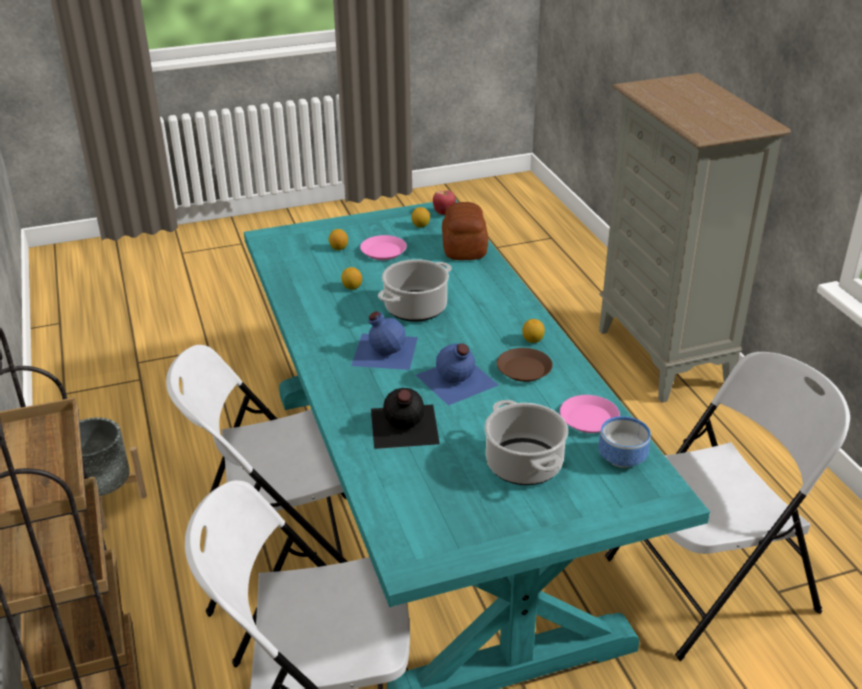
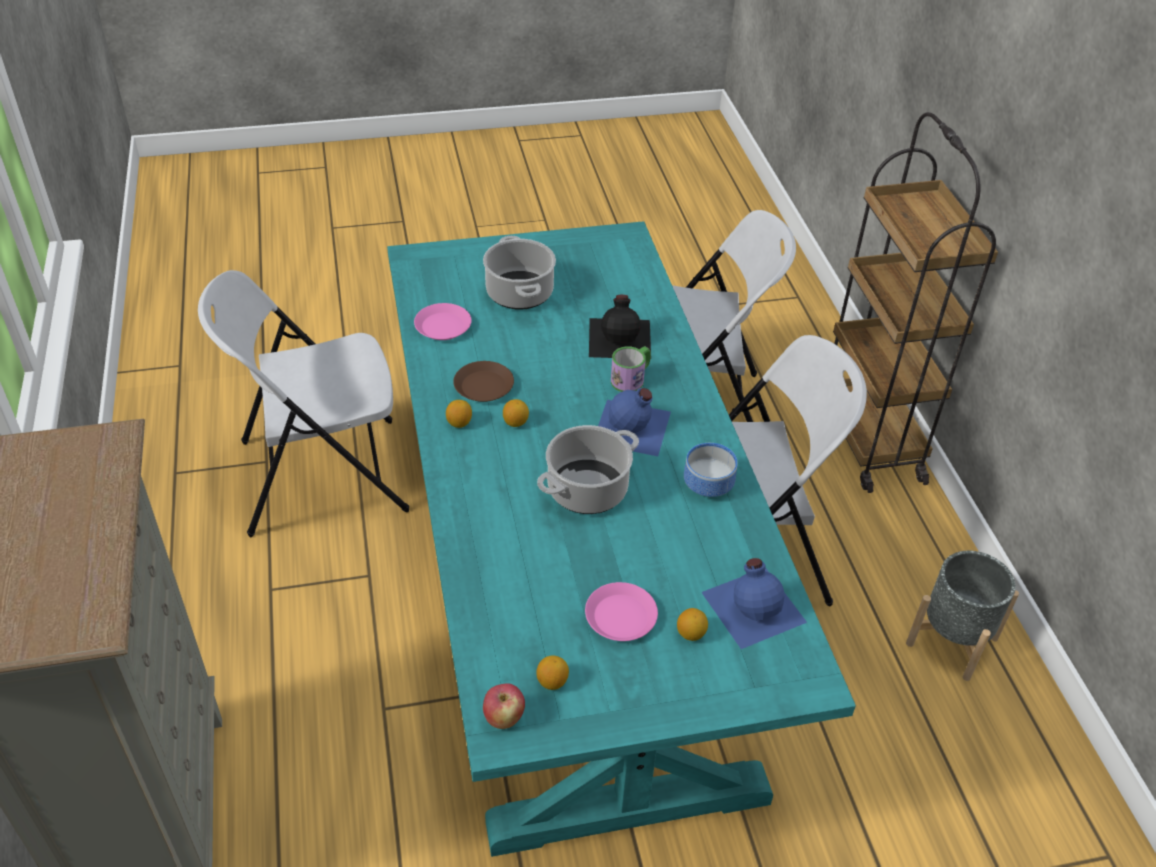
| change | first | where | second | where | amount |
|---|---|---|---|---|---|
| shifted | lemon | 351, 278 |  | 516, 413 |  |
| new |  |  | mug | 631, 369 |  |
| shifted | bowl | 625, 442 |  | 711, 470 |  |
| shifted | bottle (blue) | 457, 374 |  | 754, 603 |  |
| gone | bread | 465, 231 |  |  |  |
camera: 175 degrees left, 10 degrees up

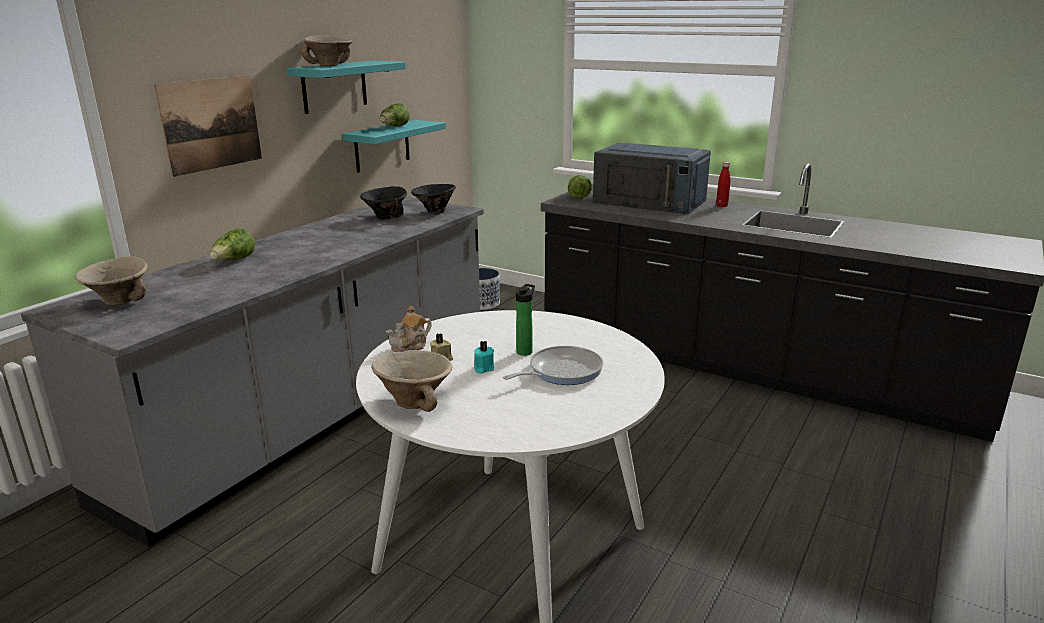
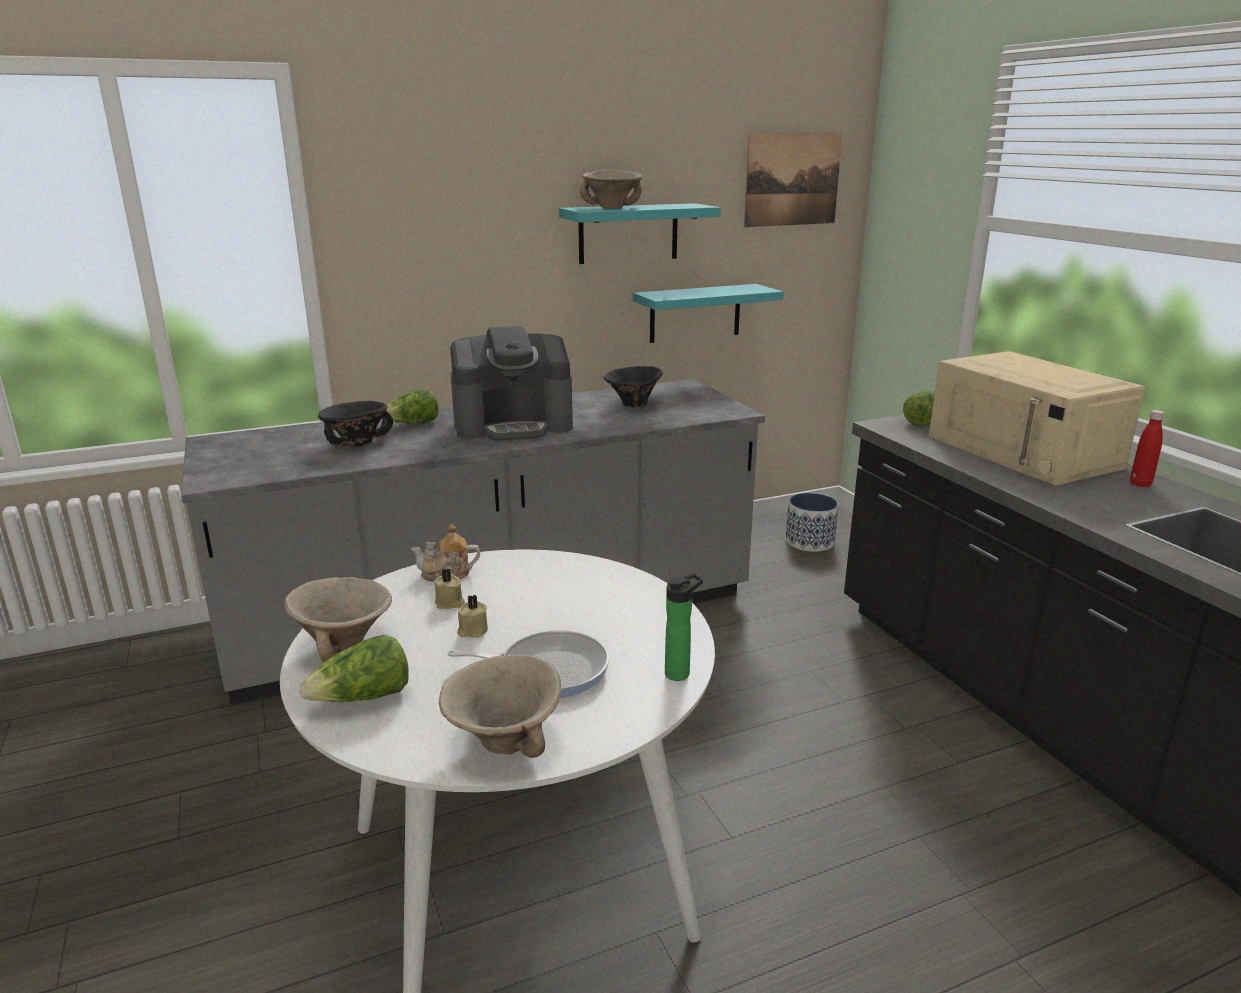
| change | first | where | second | where | amount |
|---|---|---|---|---|---|
| shifted | lettuce | 395, 114 |  | 354, 668 |  |
| shifted | bowl (black) | 433, 199 |  | 355, 424 |  |
| shifted | bowl (beige) | 111, 280 |  | 500, 706 |  |
| new |  |  | coffee machine | 511, 383 |  |
| repainted | candle (turquoise) | 484, 357 | candle (beige) | 472, 616 |  |
| shifted | bottle | 525, 320 |  | 684, 627 |  |
| shifted | picture | 208, 126 |  | 793, 180 |  |
| repainted | microwave (blue) | 652, 178 | microwave (beige) | 1037, 418 |  |
camera: 35 degrees right, 0 degrees up

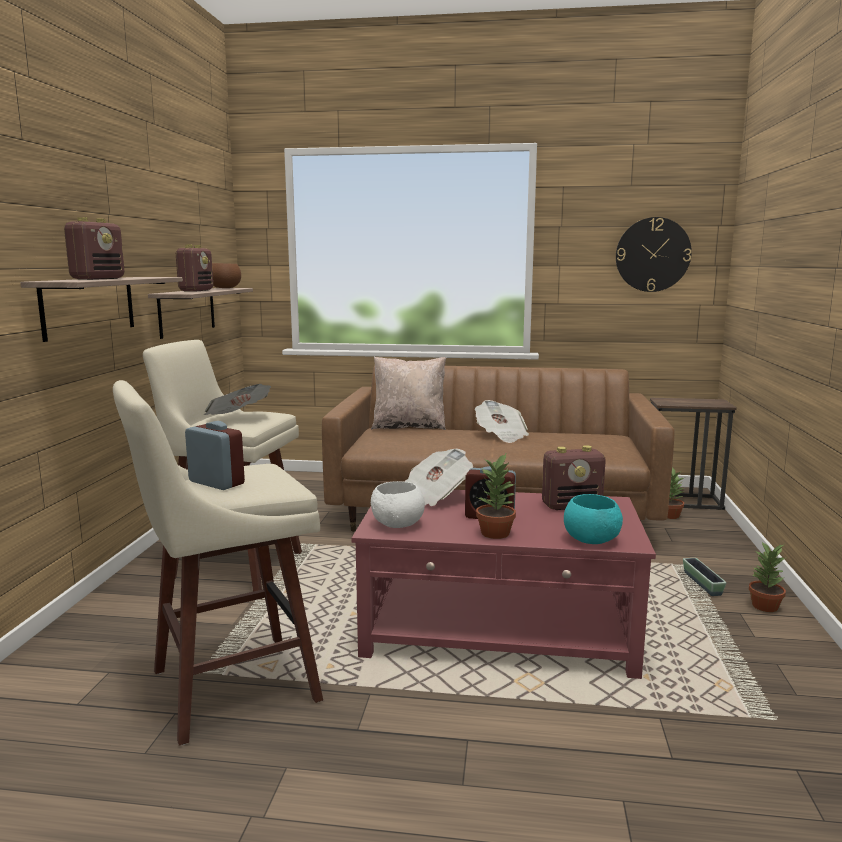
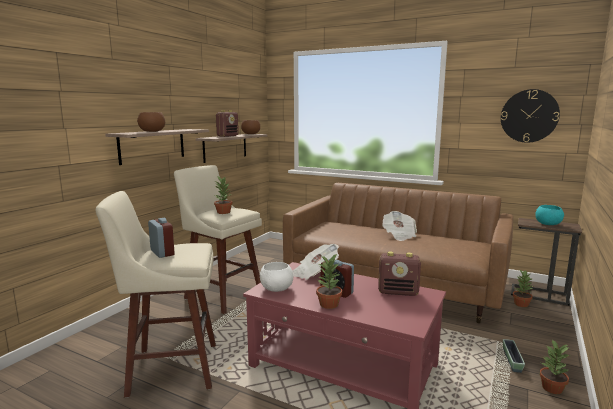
| change | first | where | second | where | amount |
|---|---|---|---|---|---|
| swapped | radio | 94, 248 | bowl (brown) | 151, 122 |  |
| swapped | newspaper | 237, 399 | potted plant | 223, 195 |  |
| shifted | bowl (turquoise) | 593, 519 |  | 549, 215 |  |
| gone | pillow (beige) | 408, 393 |  |  |  |
camera: 20 degrees right, 0 degrees up

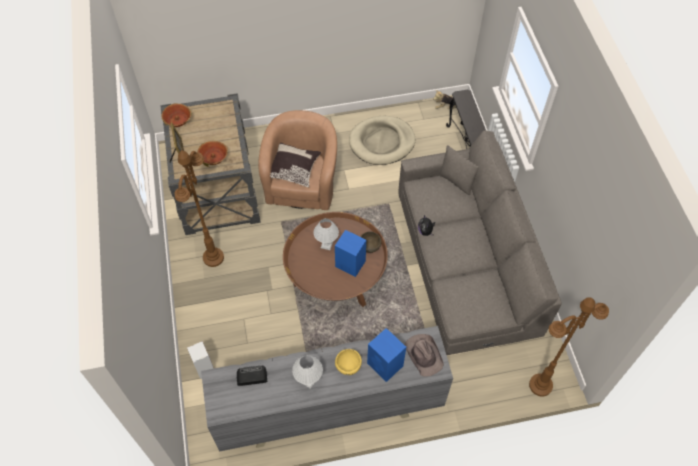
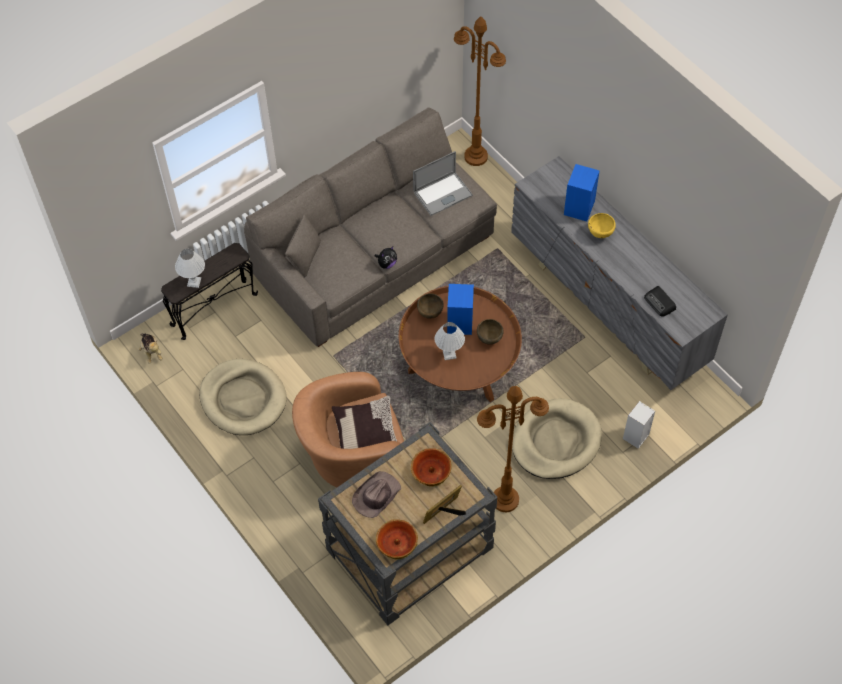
| change | first | where | second | where | amount |
|---|---|---|---|---|---|
| shifted | table lamp (white) | 307, 372 |  | 190, 268 |  |
| shifted | hat (brown) | 424, 355 |  | 376, 494 |  |
| new |  |  | laptop | 443, 183 |  |
| new |  |  | bowl (brown) | 490, 332 |  |
| new |  |  | dog bed (beige) | 557, 438 |  |
camera: 115 degrees left, 0 degrees up

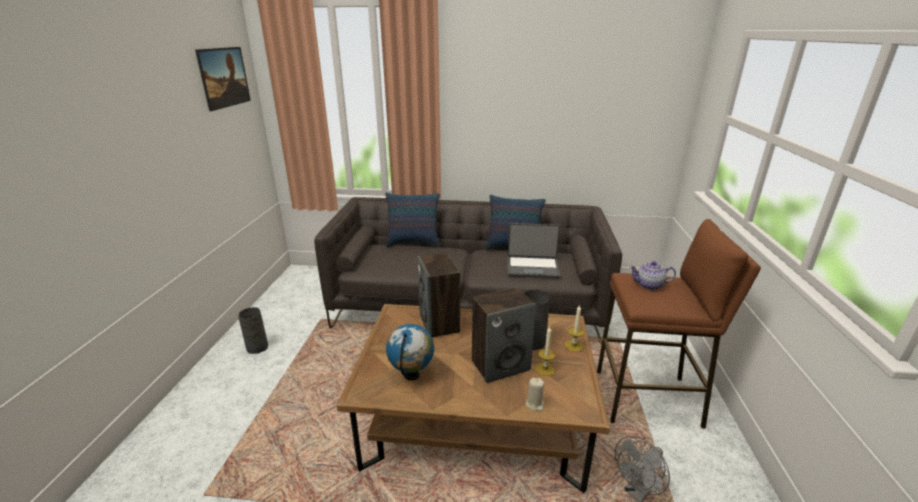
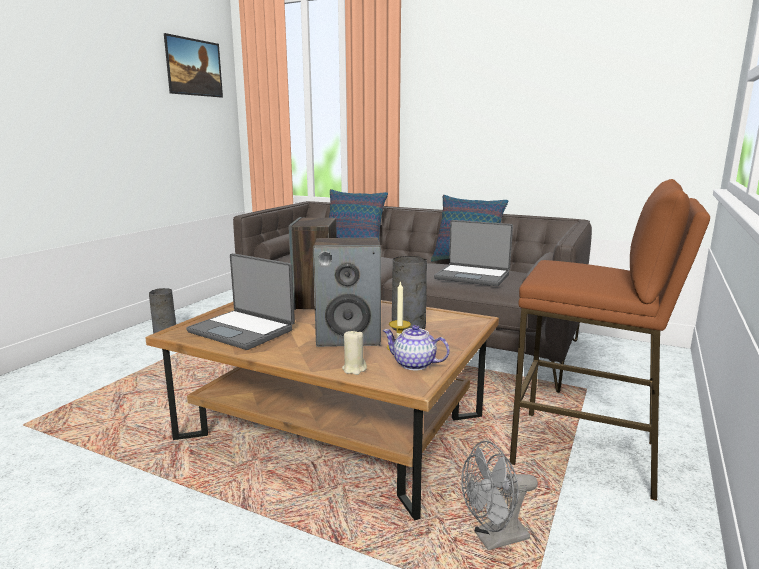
| change | first | where | second | where | amount |
|---|---|---|---|---|---|
| swapped | globe | 410, 352 | laptop | 240, 301 |  |
| shifted | teapot | 652, 275 |  | 416, 347 |  |
| gone | candle | 574, 328 |  |  |  |
camera: 20 degrees right, 10 degrees down

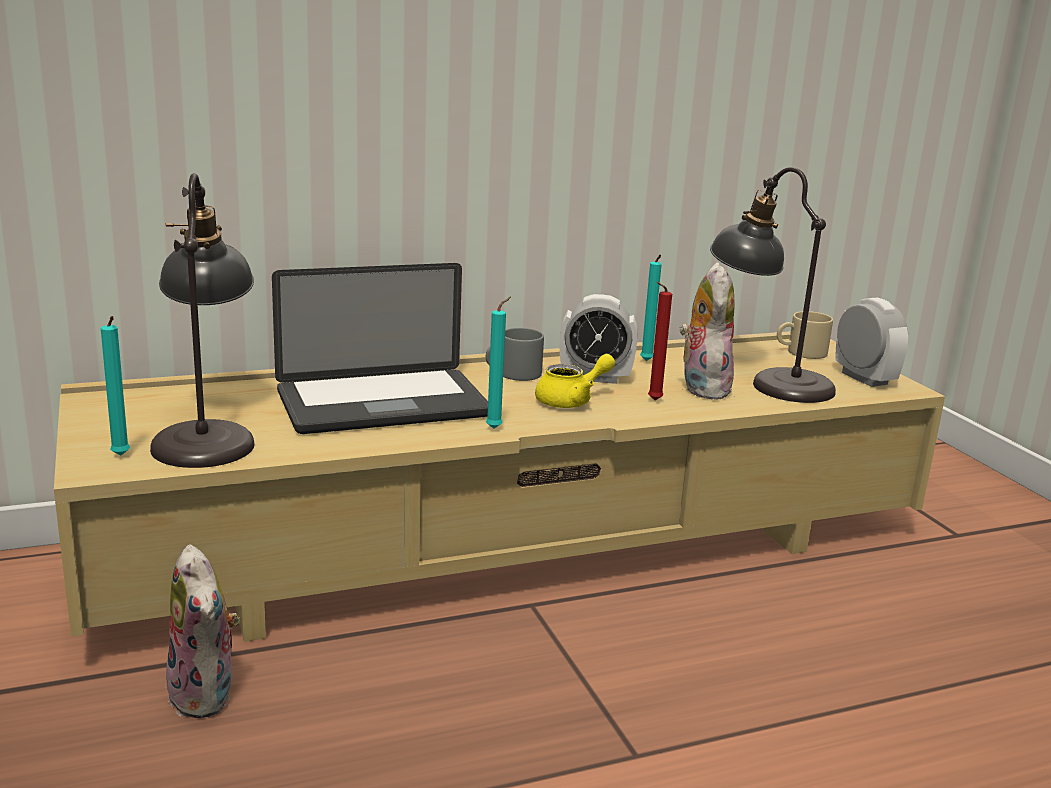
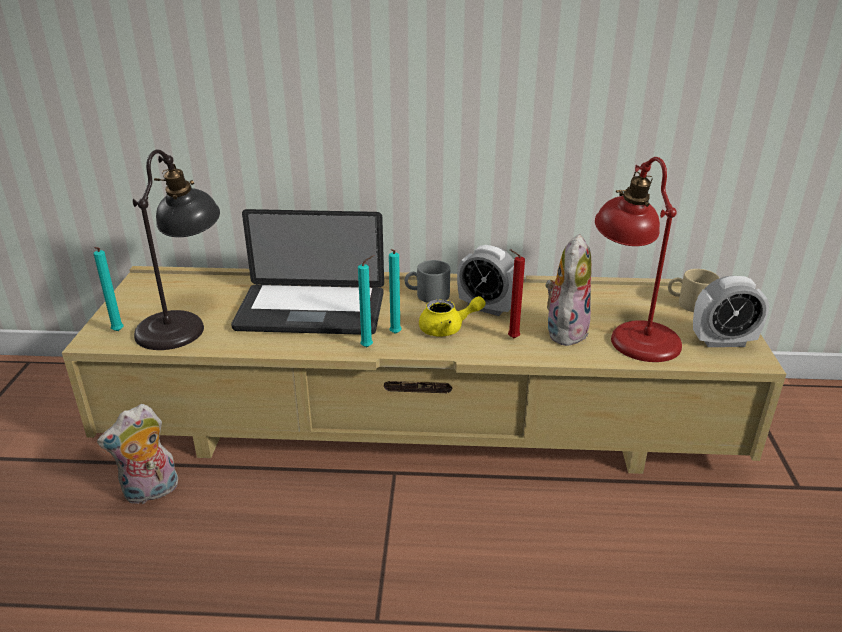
| change | first | where | second | where | amount |
|---|---|---|---|---|---|
| rotated | plush toy | 203, 631 |  | 137, 454 | 60 degrees clockwise |
| shifted | candle (turquoise) | 651, 307 |  | 395, 291 |  |
| repainted | table lamp (grey) | 773, 285 | table lamp (red) | 638, 259 |  |
| rotated | alarm clock | 871, 342 |  | 731, 311 | 90 degrees clockwise |
camera: 25 degrees right, 10 degrees up

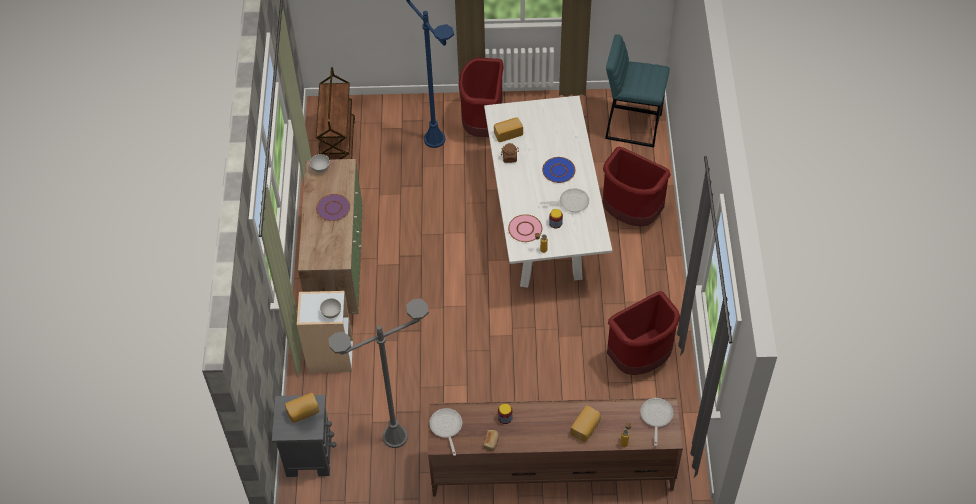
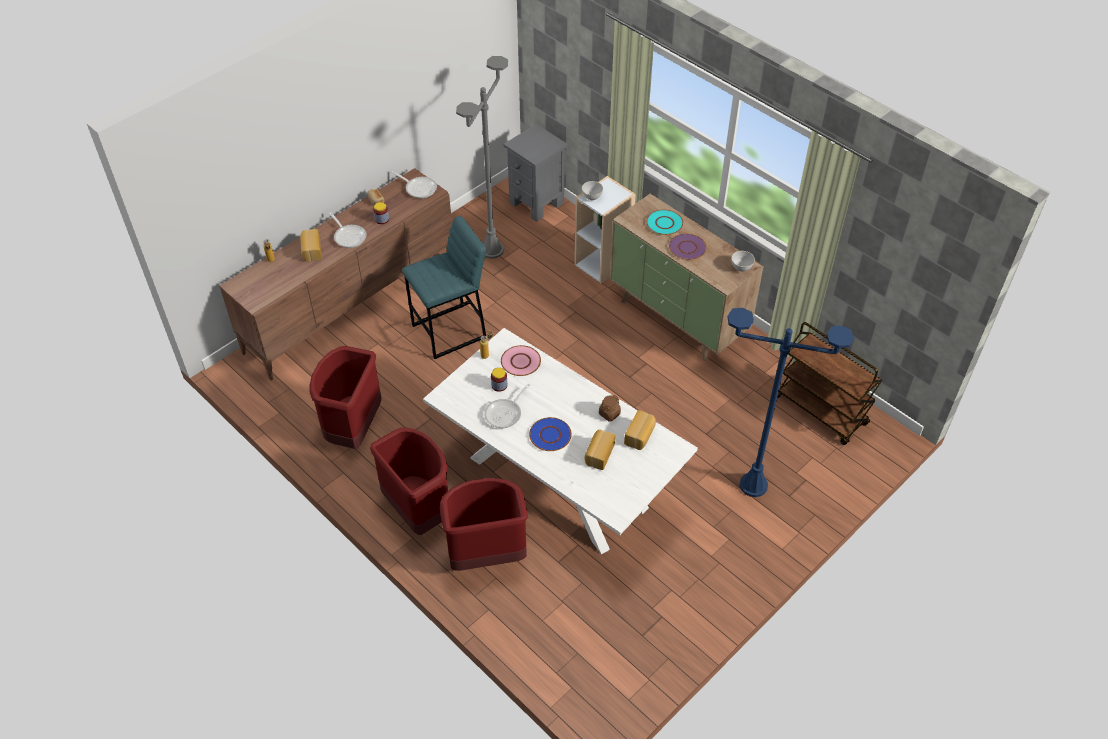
| change | first | where | second | where | amount |
|---|---|---|---|---|---|
| shifted | frying pan | 656, 422 |  | 348, 230 |  |
| shifted | trash can (red) | 481, 97 |  | 409, 481 |  |
| shifted | stool (turquoise) | 637, 91 |  | 444, 287 |  |
| shifted | bread | 302, 408 |  | 599, 450 |  |
| new |  |  | plate (turquoise) | 664, 222 |  |
camera: 135 degrees right, 5 degrees down

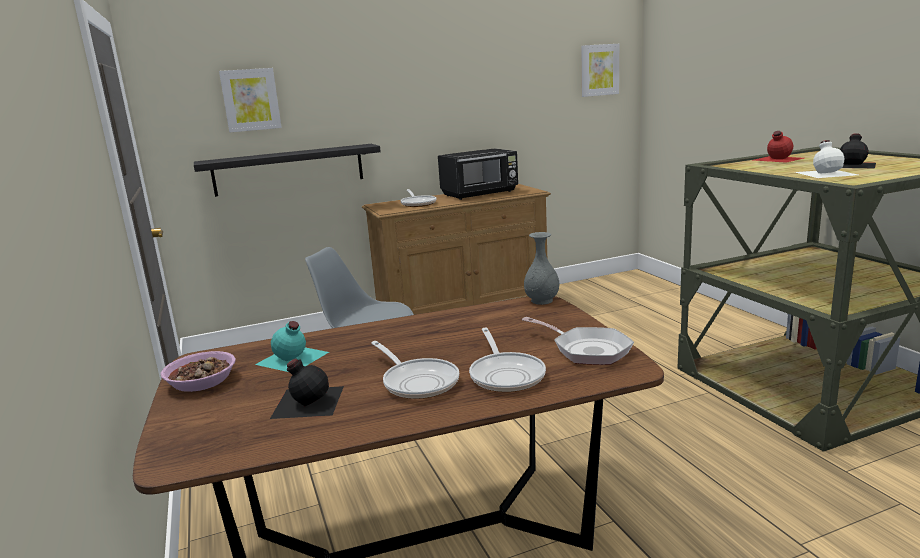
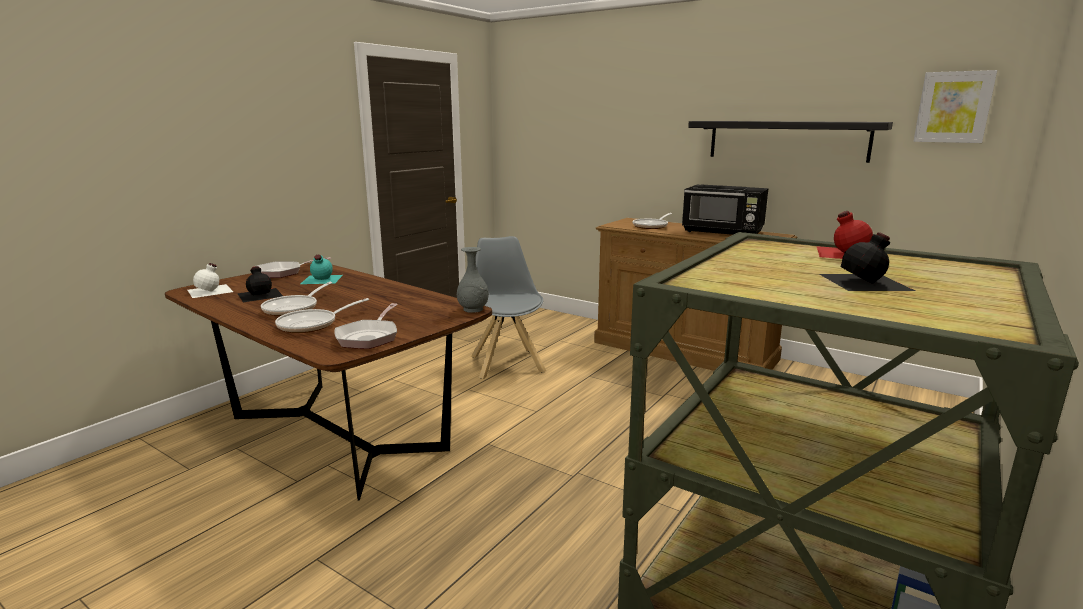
| change | first | where | second | where | amount |
|---|---|---|---|---|---|
| shifted | bottle (white) | 826, 159 |  | 210, 280 |  |
| swapped | bowl | 198, 371 | frying pan | 294, 267 |  |
| shifted | shelf (black) | 287, 170 |  | 790, 142 |  |
| gone | picture | 250, 100 |  |  |  |
camera: 55 degrees right, 0 degrees up

